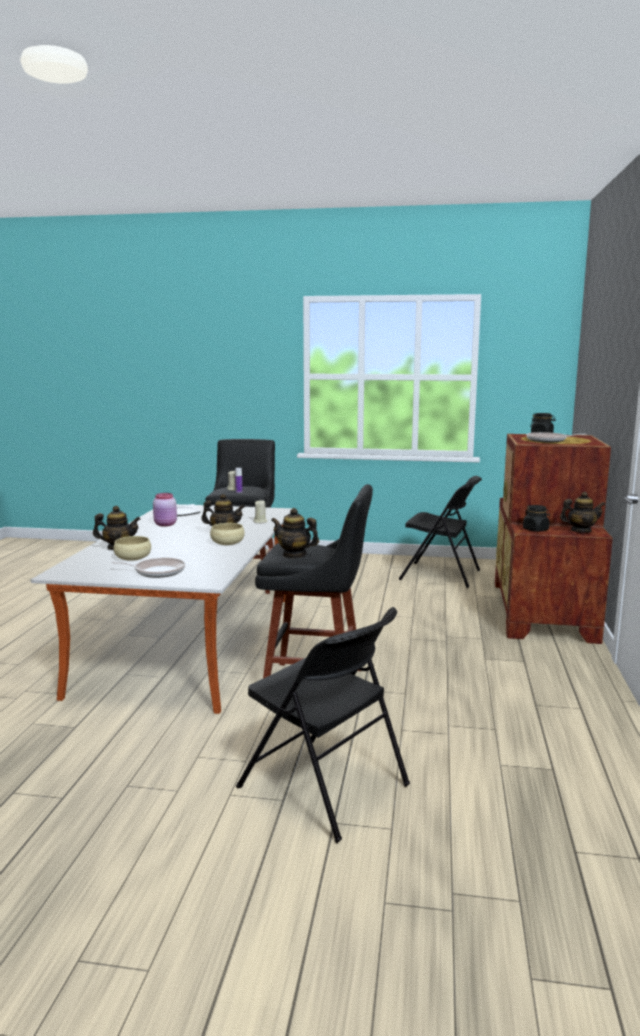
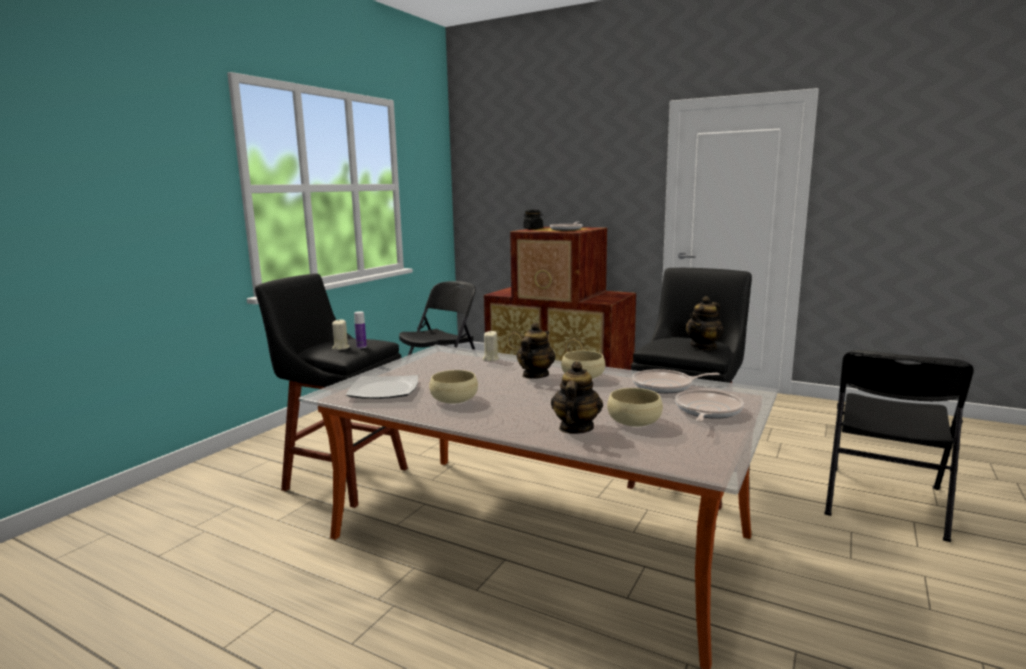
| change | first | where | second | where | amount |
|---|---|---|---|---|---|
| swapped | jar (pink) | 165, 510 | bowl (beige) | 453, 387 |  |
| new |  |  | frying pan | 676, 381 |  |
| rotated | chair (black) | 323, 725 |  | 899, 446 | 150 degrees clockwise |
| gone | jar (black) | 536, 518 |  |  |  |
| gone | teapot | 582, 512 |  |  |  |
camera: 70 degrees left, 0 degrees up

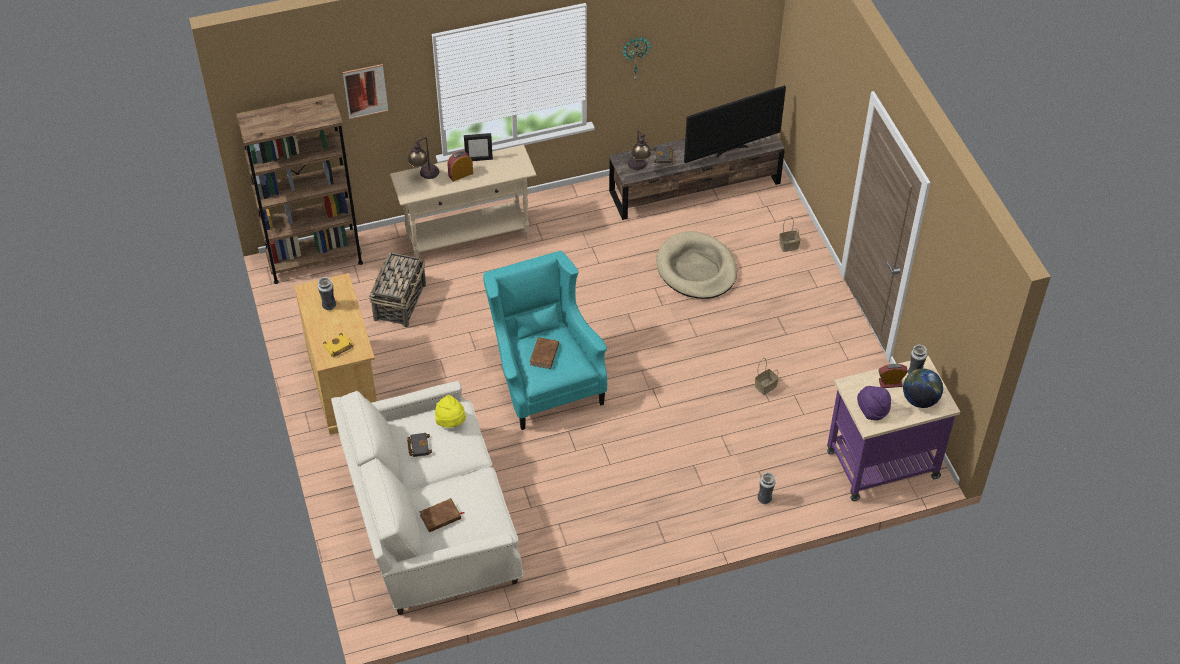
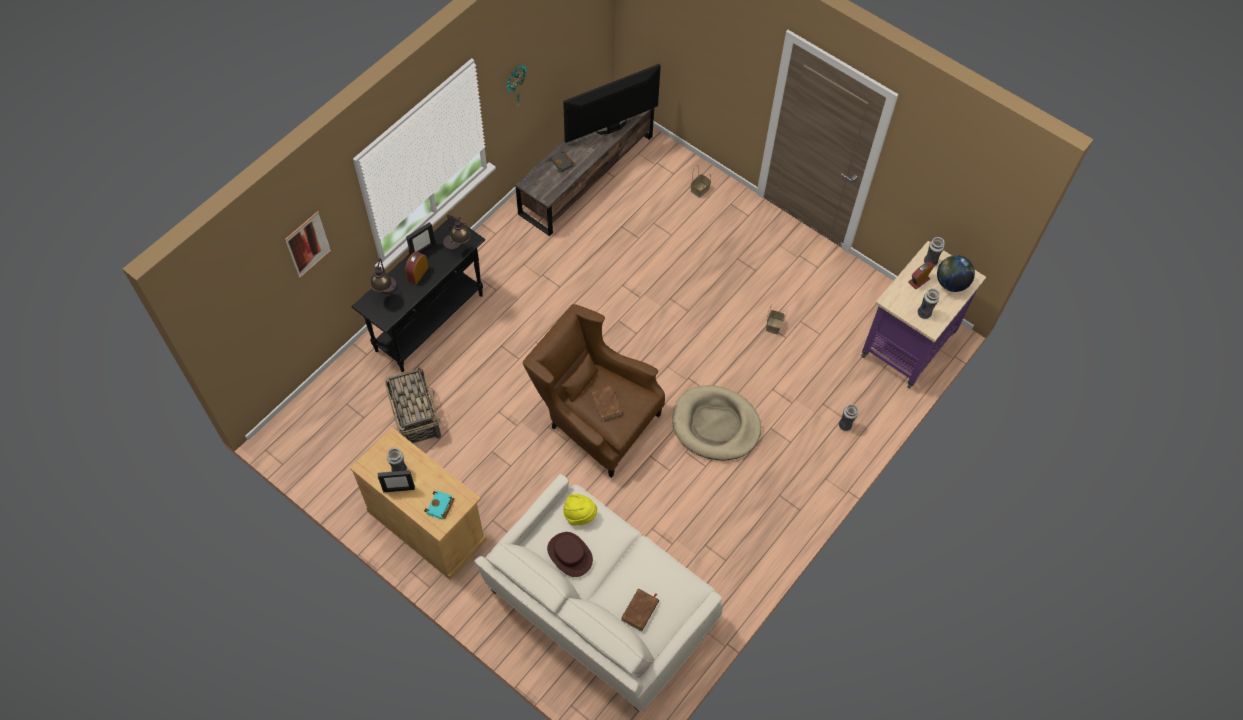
| change | first | where | second | where | amount |
|---|---|---|---|---|---|
| repainted | console table (beige) | 463, 201 | console table (black) | 418, 294 |  |
| new |  |  | picture frame | 396, 481 |  |
| repainted | book (yellow) | 338, 345 | book (turquoise) | 439, 505 |  |
| shifted | table lamp | 639, 150 |  | 457, 233 |  |
| repainted | armchair (turquoise) | 545, 340 | armchair (brown) | 594, 391 |  |
| swapped | book (black) | 419, 445 | hat (brown) | 570, 554 |  |
| rotated | television | 735, 124 |  | 612, 103 | 150 degrees counterclockwise |
| shifted | dog bed (beige) | 696, 265 |  | 716, 422 |  |
| swapped | hat (purple) | 874, 403 | vase | 929, 303 |  |
| gone | bookcase (brown) | 299, 188 |  |  |  |
camera: 35 degrees left, 10 degrees up

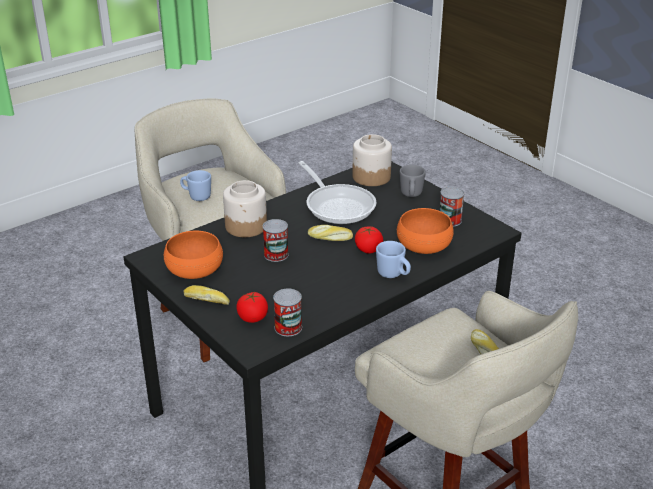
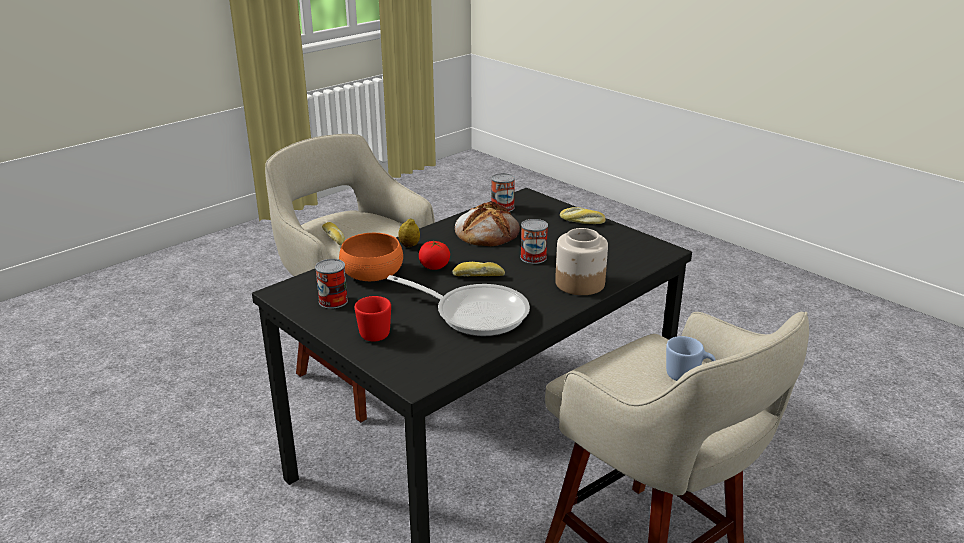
| change | first | where | second | where | amount |
|---|---|---|---|---|---|
| repainted | mug (grey) | 413, 181 | mug (red) | 373, 318 |  |
| rotated | frying pan | 338, 192 |  | 458, 305 | 150 degrees clockwise |
| swapped | mug (blue) | 393, 259 | lemon | 409, 232 |  |
| new |  |  | bread | 487, 224 |  |
| gone | bowl (orange) | 193, 255 |  |  |  |
| gone | tomato | 252, 307 |  |  |  |
| gone | jar | 372, 160 |  |  |  |
camera: 175 degrees right, 5 degrees down

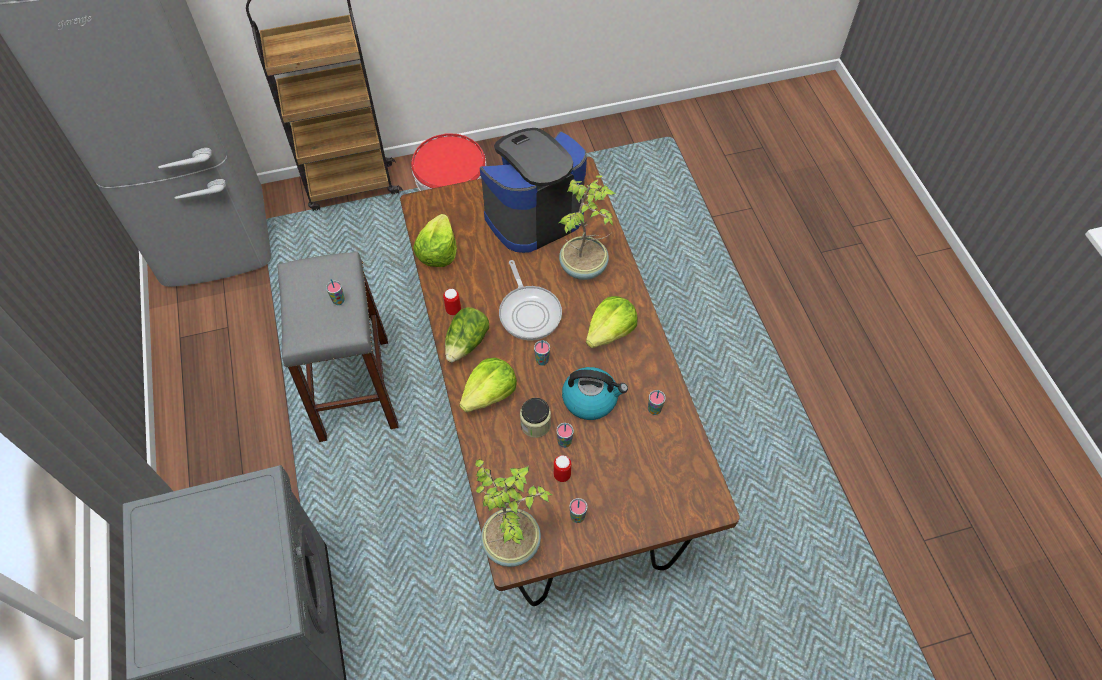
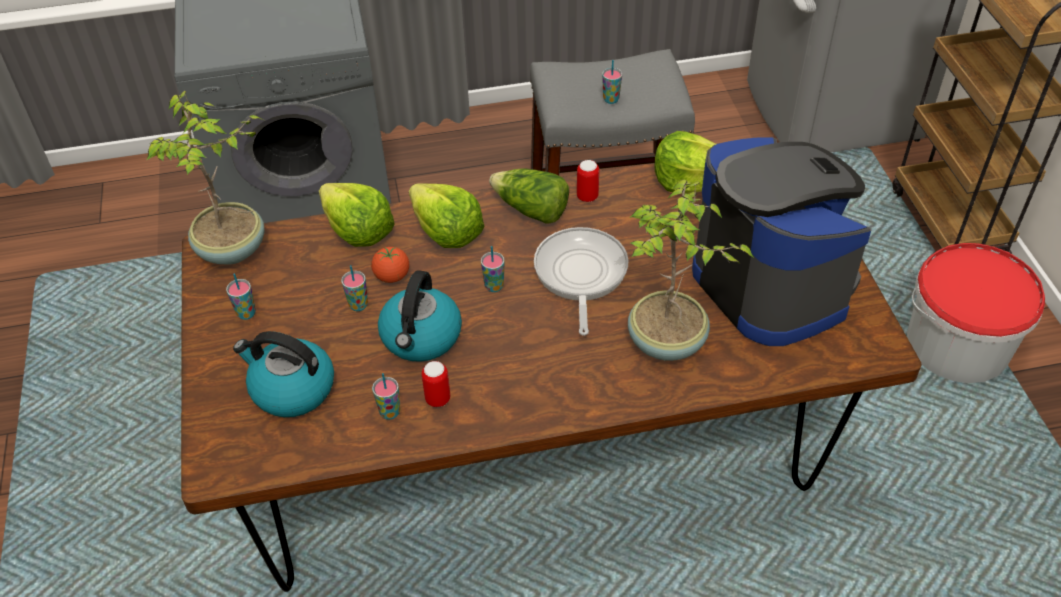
| change | first | where | second | where | amount |
|---|---|---|---|---|---|
| new |  |  | kettle | 283, 374 |  |
| shifted | lettuce | 611, 322 |  | 357, 215 |  |
| swapped | jar | 535, 418 | tomato | 390, 265 |  |
| shifted | can | 562, 468 |  | 436, 384 |  |
| rotated | frying pan | 530, 300 |  | 581, 281 | 105 degrees clockwise |
camera: 95 degrees right, 10 degrees down

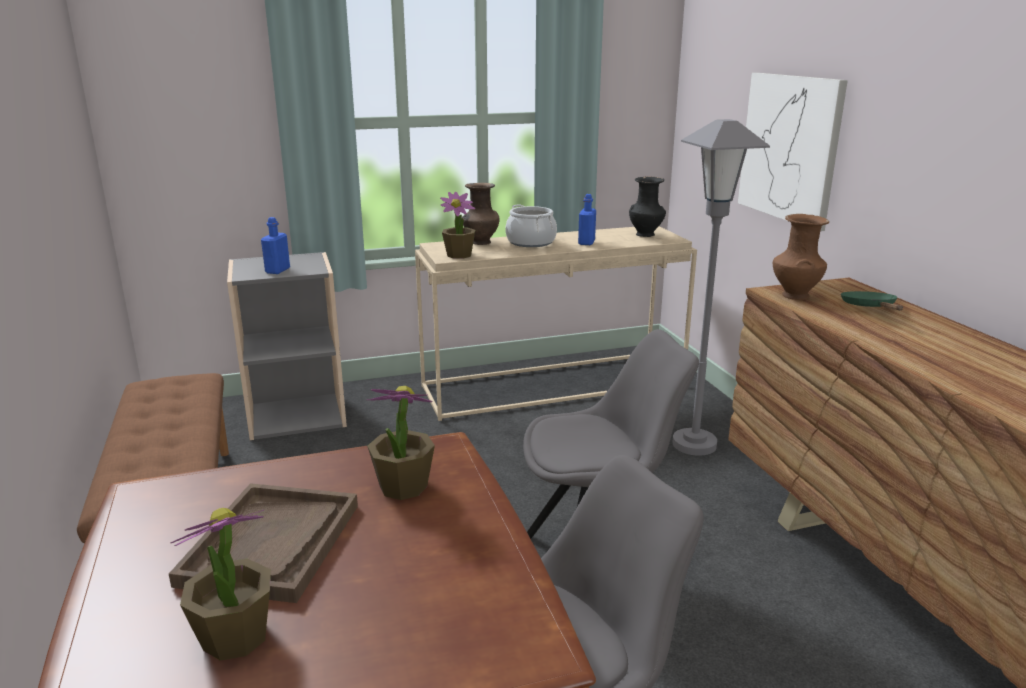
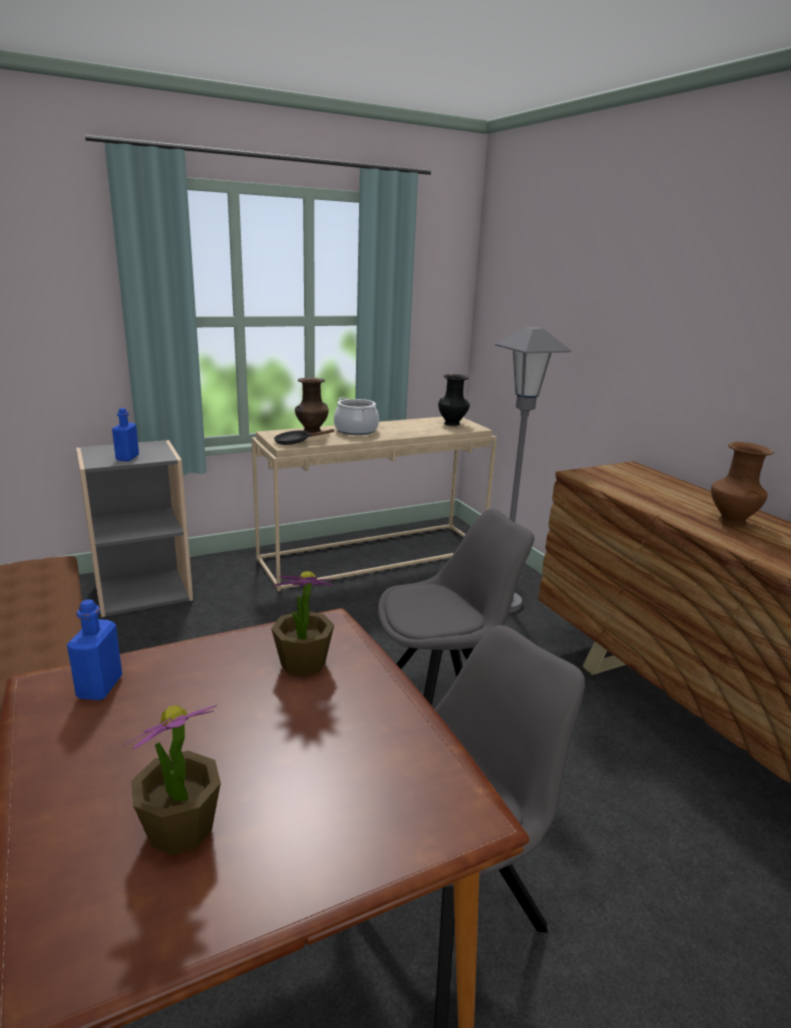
| change | first | where | second | where | amount |
|---|---|---|---|---|---|
| shifted | bottle (blue) | 587, 219 |  | 94, 649 |  |
| swapped | potted plant | 457, 225 | frying pan (black) | 304, 437 |  |
| shifted | vase (brown) | 801, 257 |  | 742, 484 |  |
| gone | tray (brown) | 263, 543 |  |  |  |
| gone | picture | 793, 152 |  |  |  |
| gone | frying pan (green) | 872, 300 |  |  |  |
camera: 10 degrees left, 0 degrees up

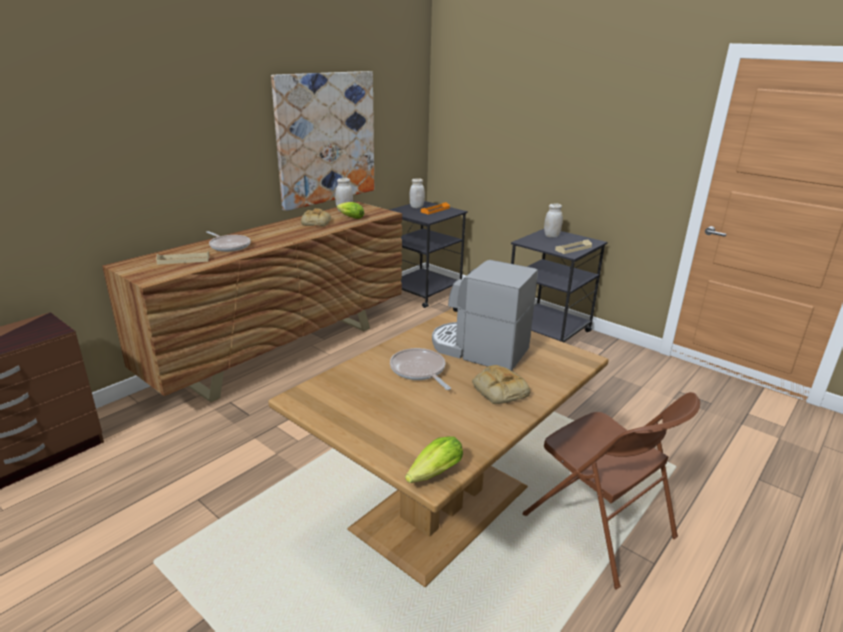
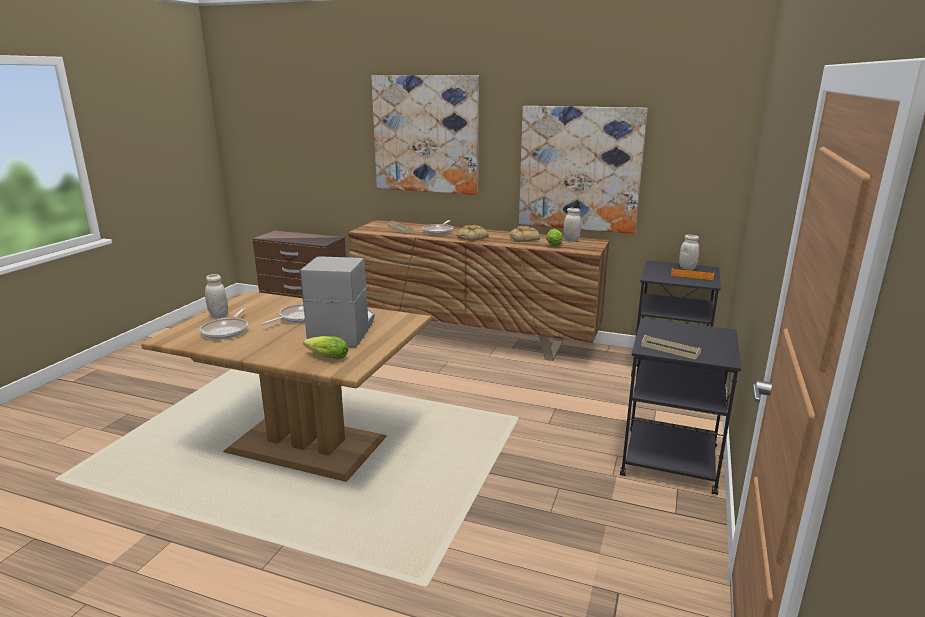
| change | first | where | second | where | amount |
|---|---|---|---|---|---|
| new |  |  | frying pan | 223, 324 |  |
| shifted | jar (white) | 553, 220 |  | 216, 296 |  |
| shifted | lettuce | 434, 459 |  | 325, 347 |  |
| new |  |  | picture | 425, 135 |  |
| shifted | bread | 501, 384 |  | 473, 233 |  |
| gone | chair (brown) | 611, 491 |  |  |  |
camera: 70 degrees right, 5 degrees down

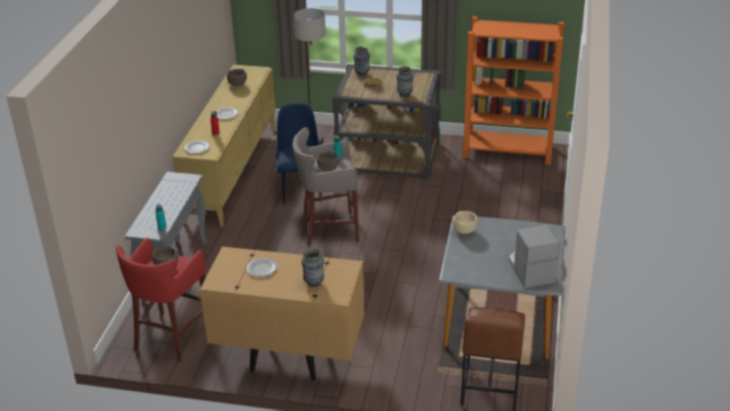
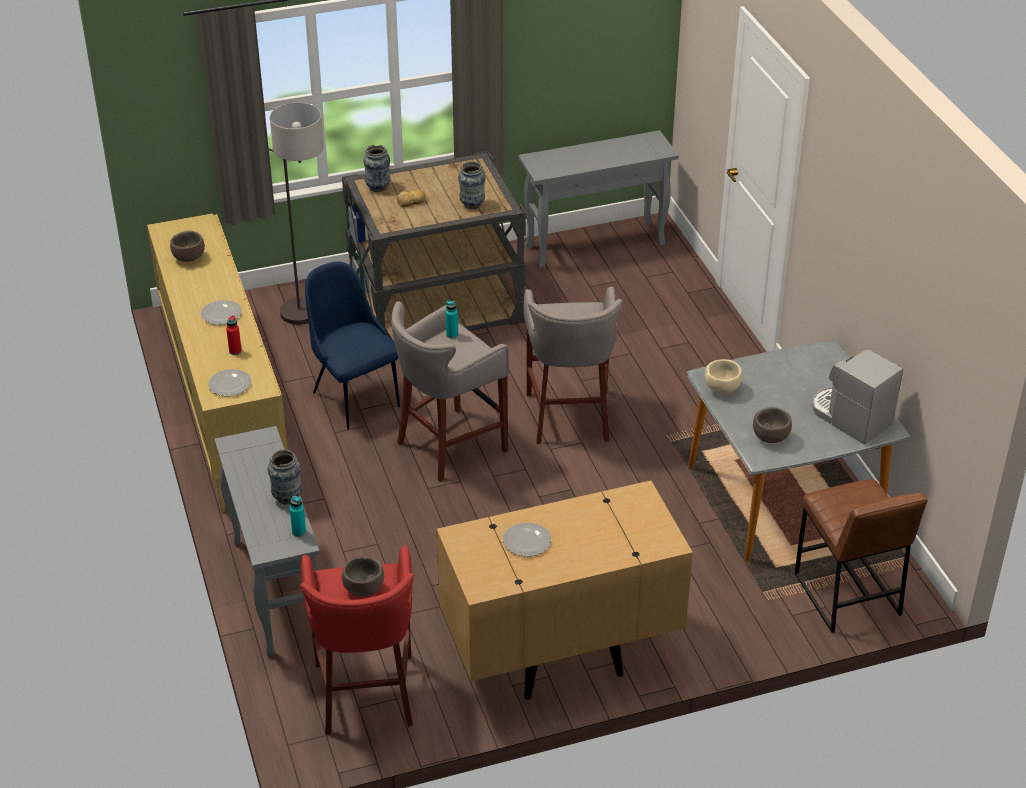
| change | first | where | second | where | amount |
|---|---|---|---|---|---|
| shifted | vase | 312, 267 |  | 285, 477 |  |
| swapped | bookcase (orange) | 514, 90 | console table (grey) | 598, 199 |  |
| new |  |  | stool (grey) | 573, 365 |  |
| shifted | bowl (brown) | 328, 161 |  | 772, 425 |  |
camera: 30 degrees left, 5 degrees up

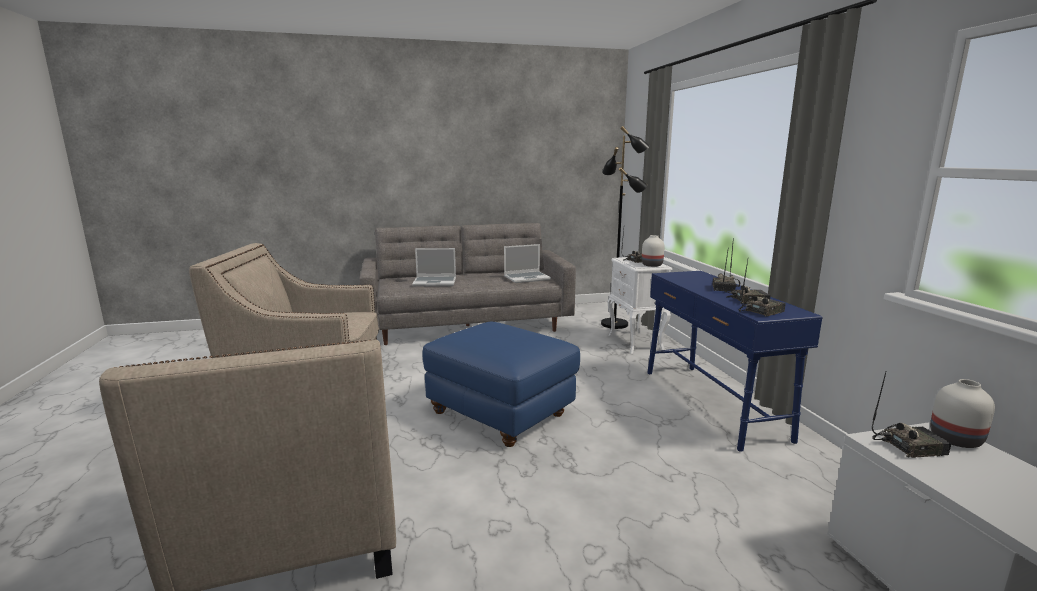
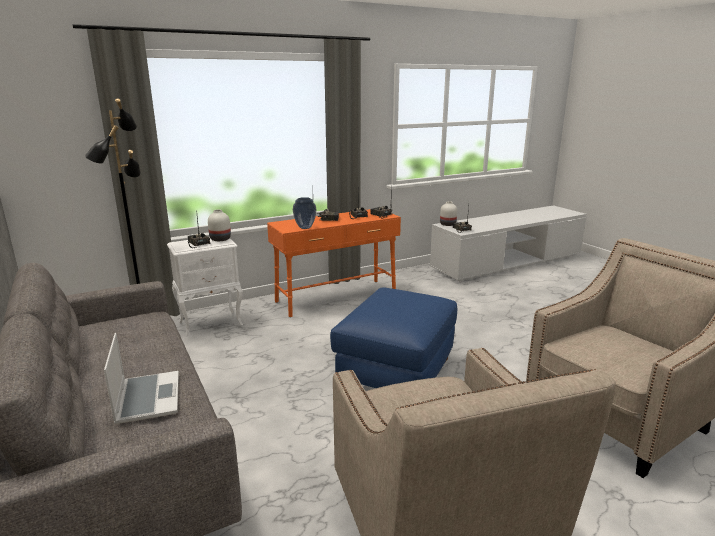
| change | first | where | second | where | amount |
|---|---|---|---|---|---|
| repainted | console table (blue) | 734, 361 | console table (orange) | 334, 263 |  |
| new |  |  | vase | 305, 213 |  |
| gone | laptop | 527, 263 |  |  |  |
camera: 105 degrees left, 5 degrees up

